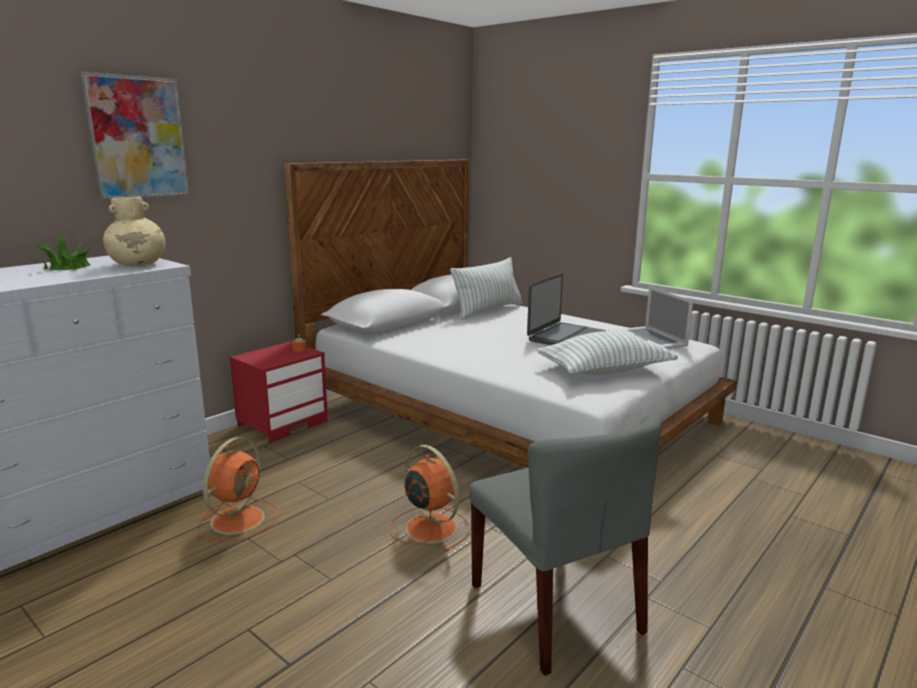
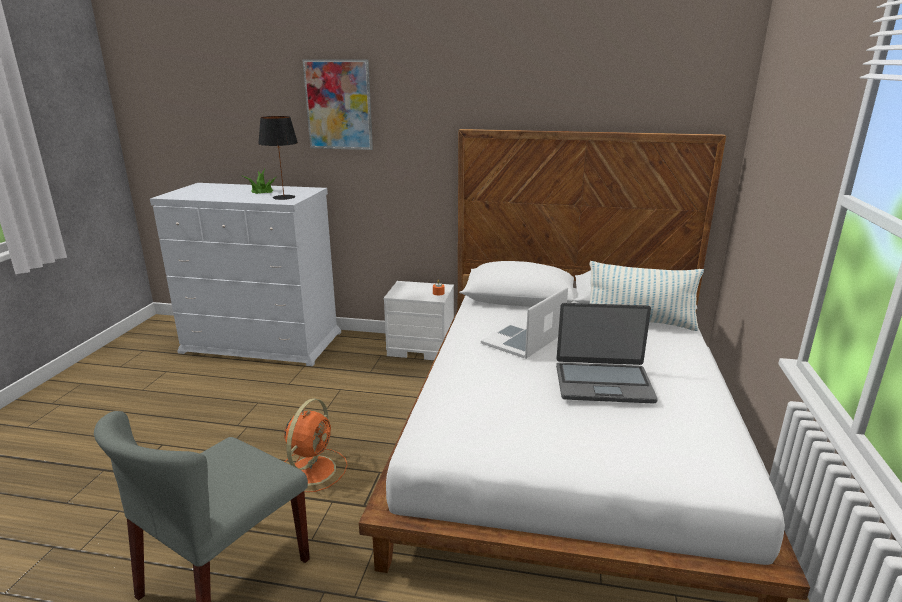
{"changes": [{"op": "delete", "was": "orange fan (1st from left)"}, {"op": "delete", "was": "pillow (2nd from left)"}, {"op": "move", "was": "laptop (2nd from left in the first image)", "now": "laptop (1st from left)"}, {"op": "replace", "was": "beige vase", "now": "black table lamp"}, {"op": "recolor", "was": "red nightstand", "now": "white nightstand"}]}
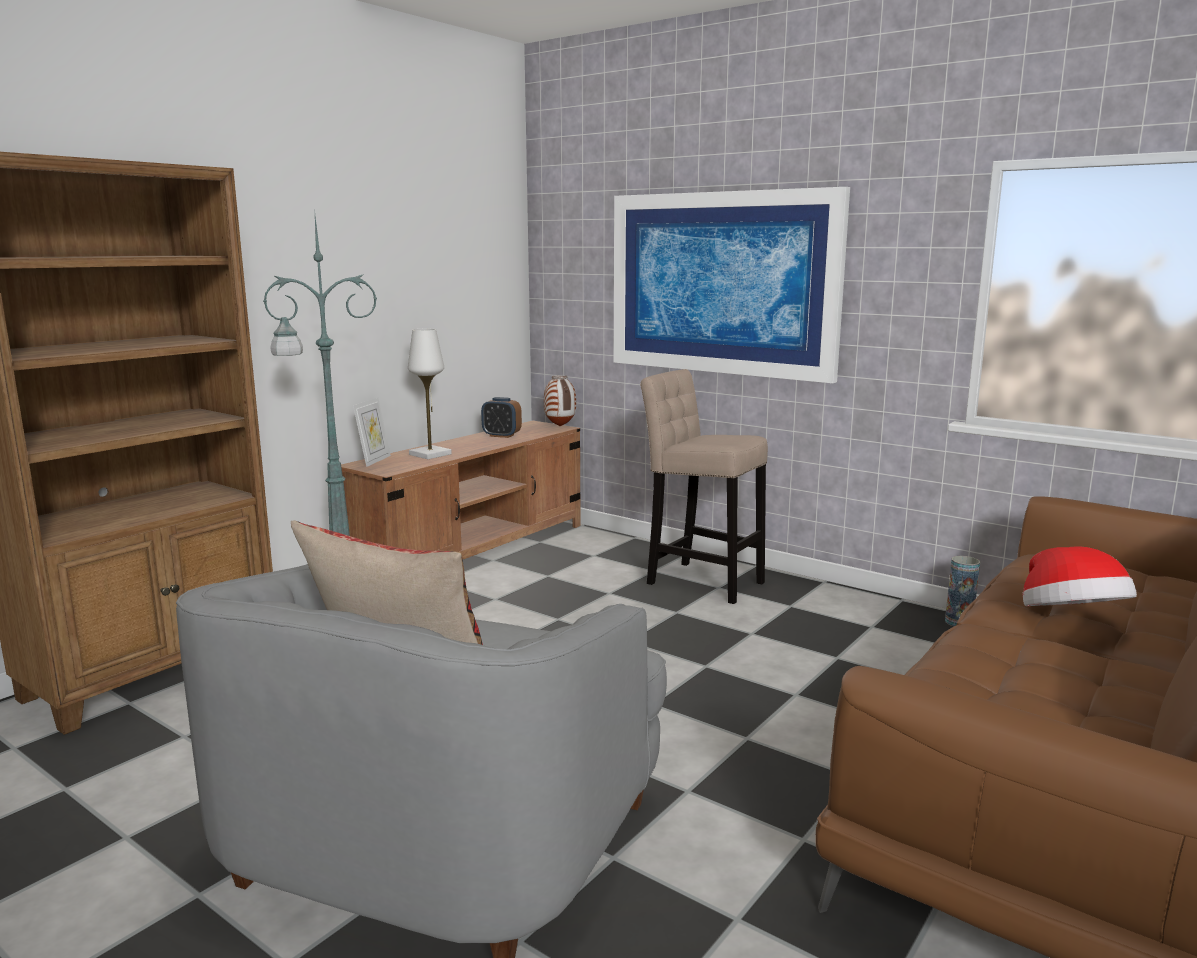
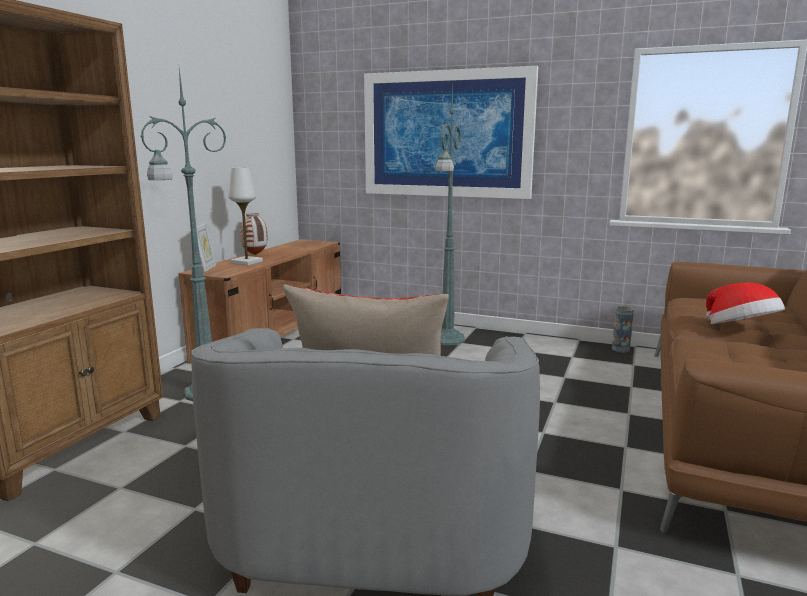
{"changes": [{"op": "delete", "was": "alarm clock"}, {"op": "move", "was": "vase (1st from left)"}, {"op": "replace", "was": "beige stool", "now": "green floor lamp (2nd from left)"}]}
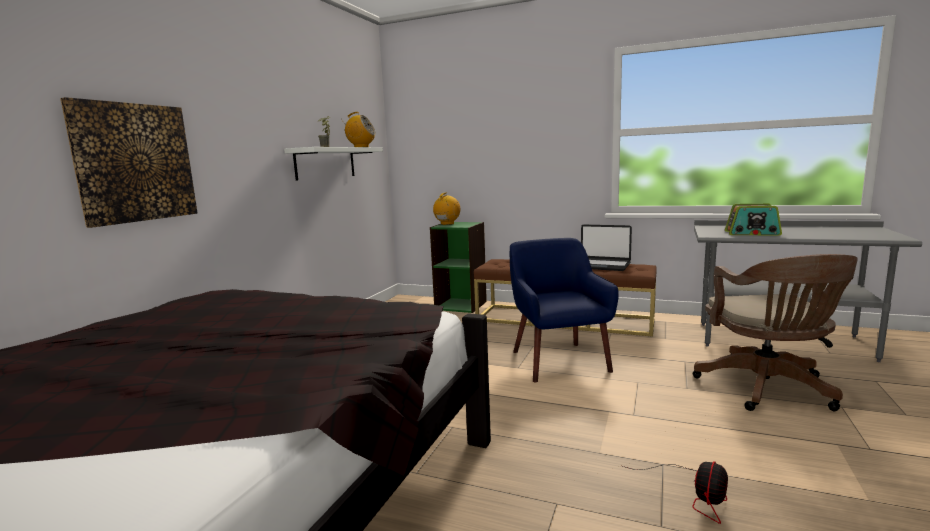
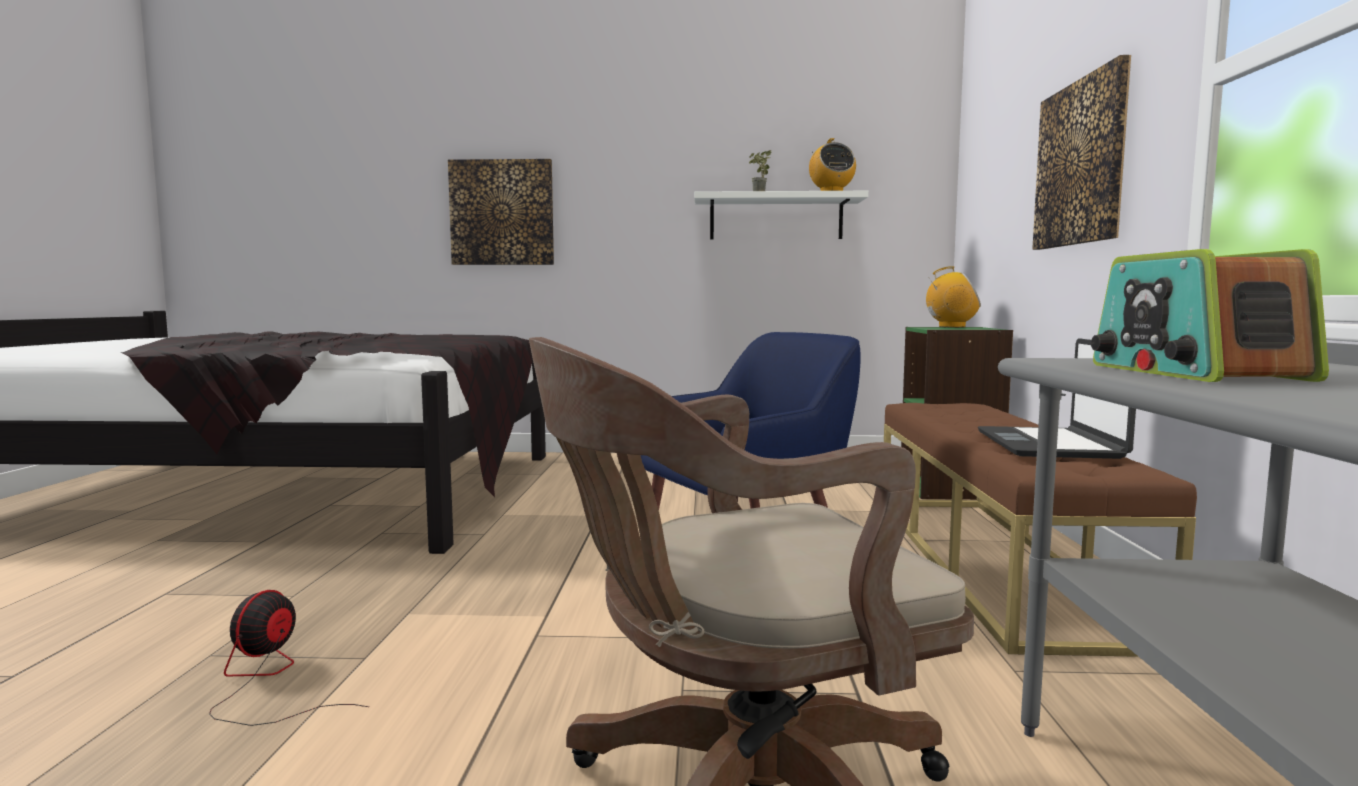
{"changes": [{"op": "insert", "now": "picture (2nd from left)"}, {"op": "rotate", "was": "fan", "clockwise": 90}]}
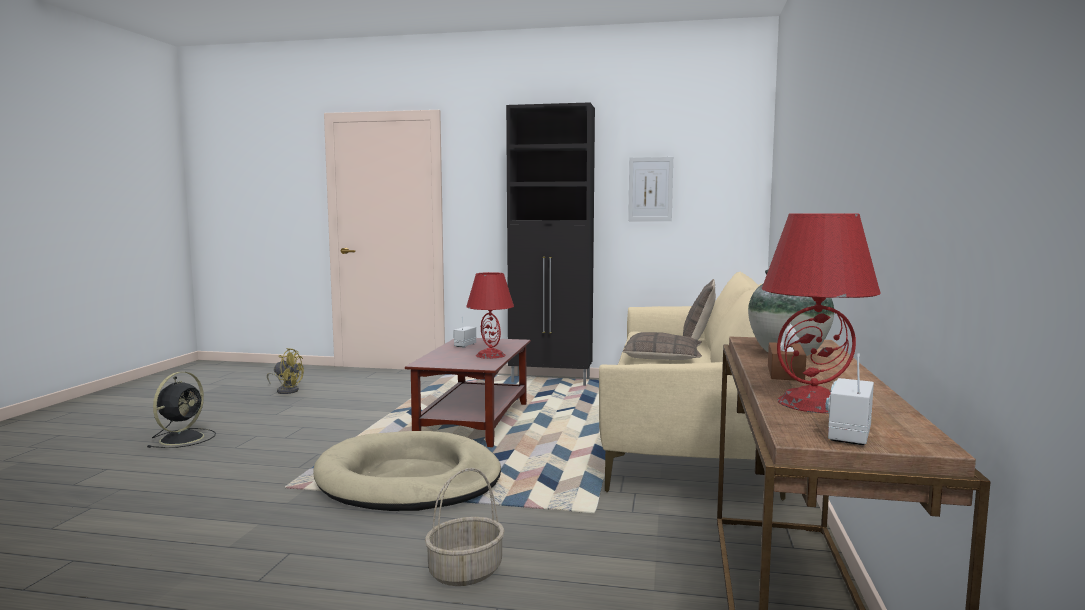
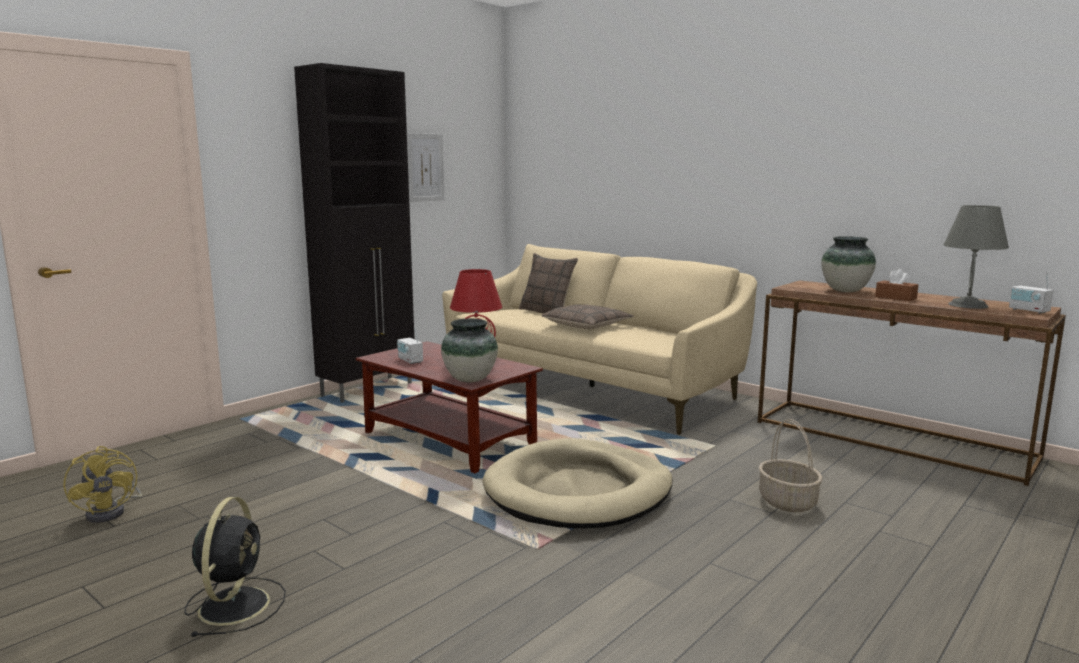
{"changes": [{"op": "insert", "now": "vase (1st from left)"}, {"op": "recolor", "was": "red table lamp (2nd from left)", "now": "grey table lamp"}, {"op": "rotate", "was": "black fan", "clockwise": 45}, {"op": "rotate", "was": "yellow fan", "clockwise": 105}]}
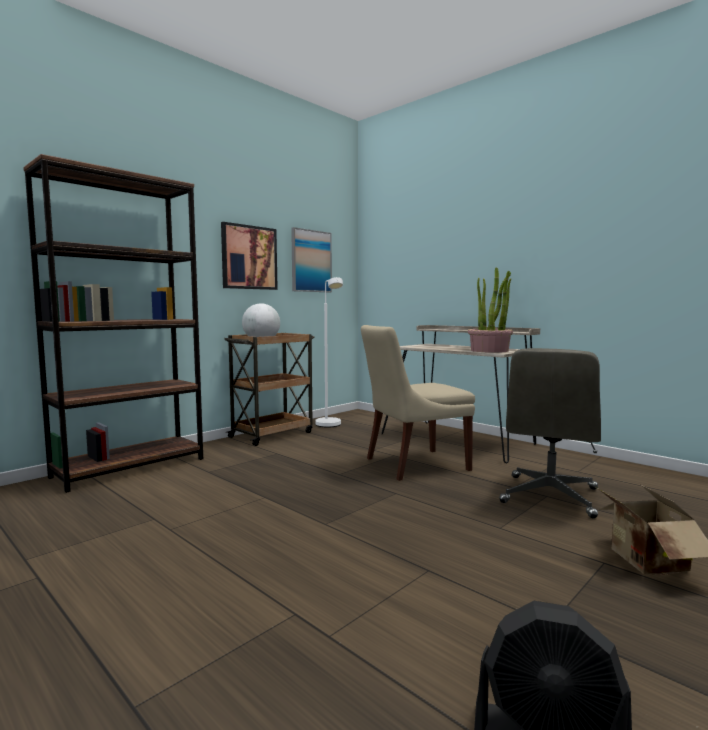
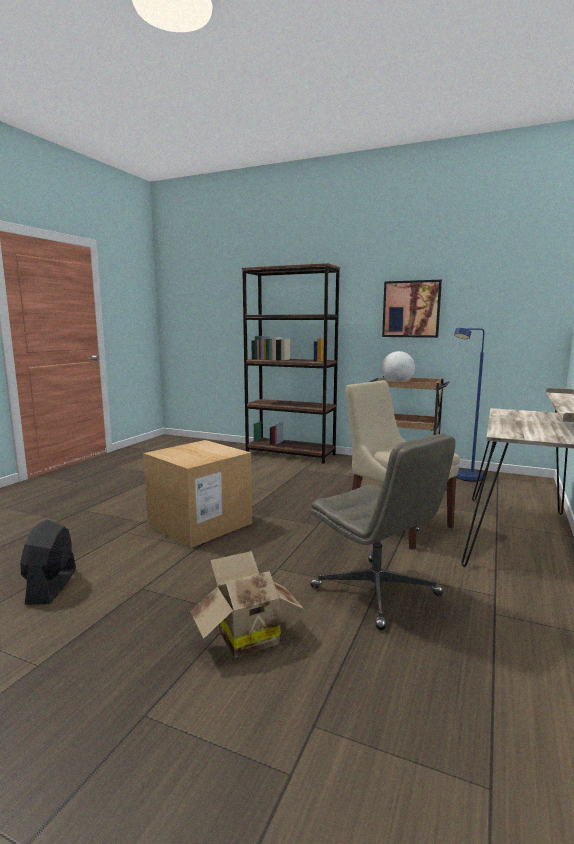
{"changes": [{"op": "delete", "was": "picture (2nd from left)"}, {"op": "delete", "was": "potted plant"}, {"op": "insert", "now": "cardboard box (1st from left)"}, {"op": "recolor", "was": "white floor lamp", "now": "blue floor lamp"}, {"op": "rotate", "was": "grey office chair", "clockwise": -135}]}
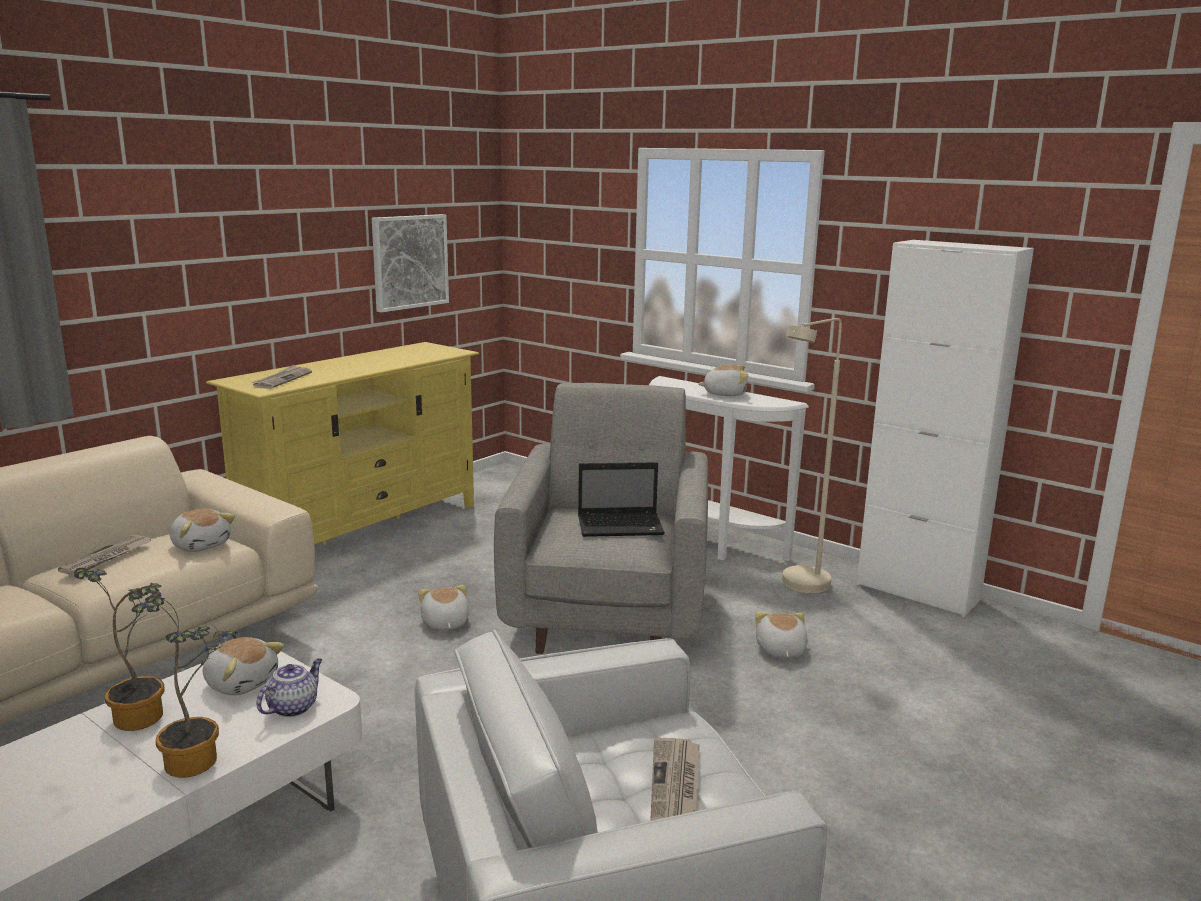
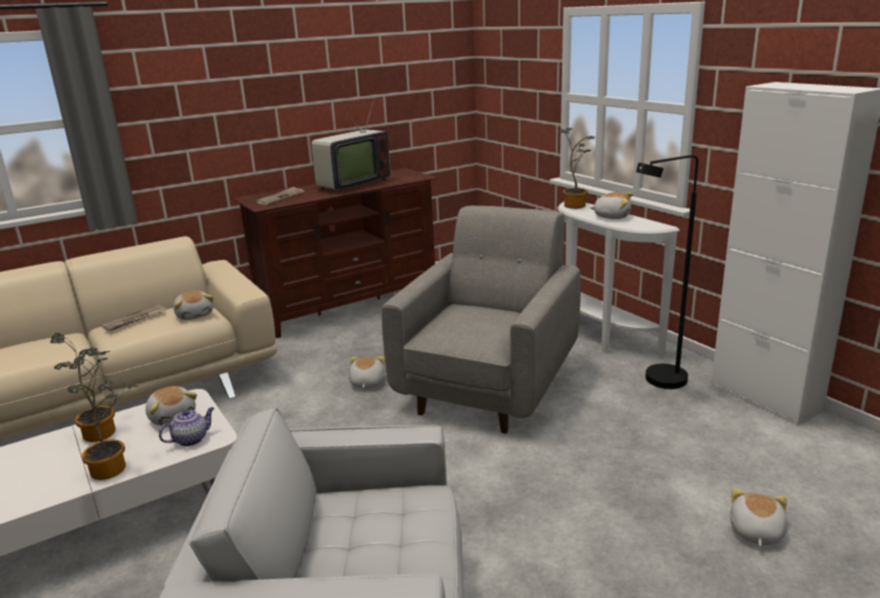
{"changes": [{"op": "delete", "was": "picture"}, {"op": "delete", "was": "laptop"}, {"op": "delete", "was": "newspaper (3rd from left)"}, {"op": "insert", "now": "television"}, {"op": "insert", "now": "potted plant (3rd from left)"}, {"op": "move", "was": "plush toy (5th from left)"}, {"op": "recolor", "was": "yellow tv stand", "now": "brown tv stand"}, {"op": "recolor", "was": "beige floor lamp", "now": "black floor lamp"}]}
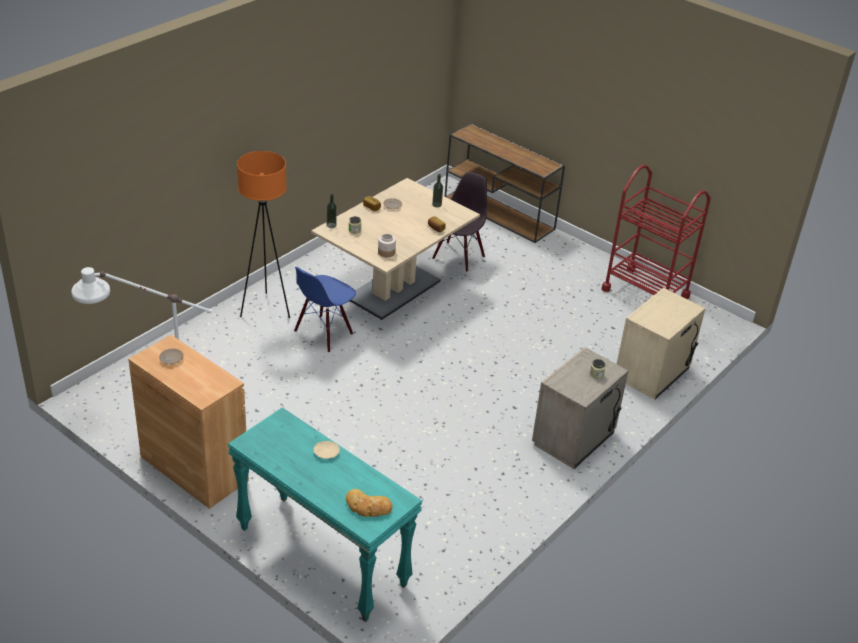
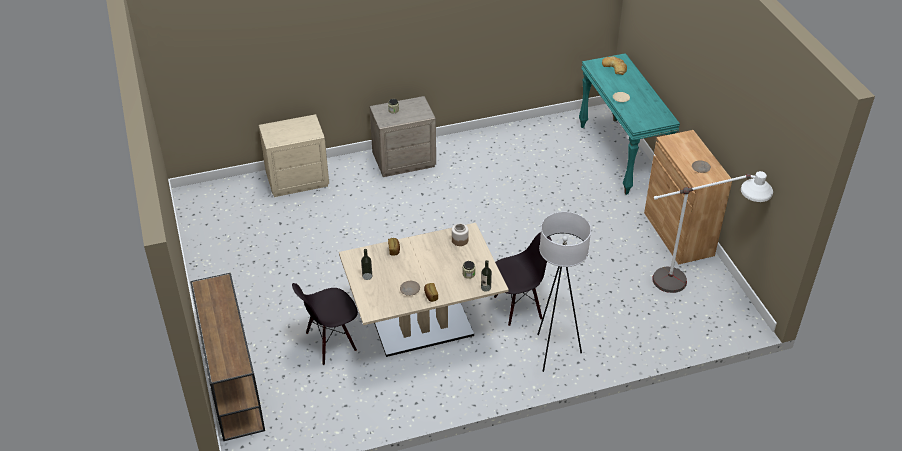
{"changes": [{"op": "delete", "was": "red cart"}, {"op": "recolor", "was": "orange floor lamp", "now": "white floor lamp (1st from left)"}, {"op": "recolor", "was": "blue chair", "now": "black chair (2nd from left)"}]}
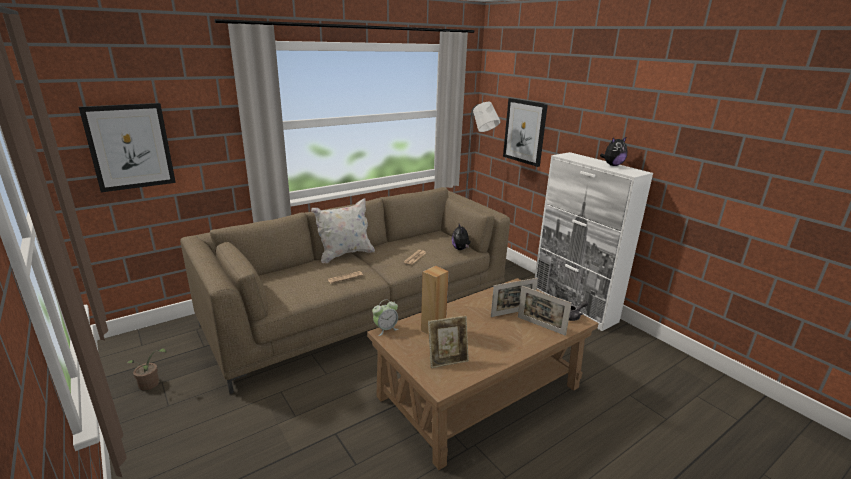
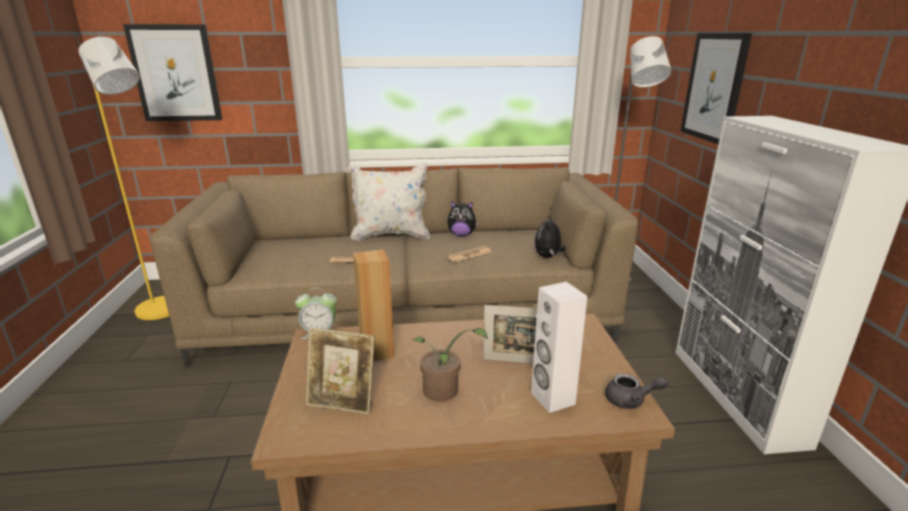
{"changes": [{"op": "insert", "now": "yellow floor lamp"}, {"op": "move", "was": "potted plant"}, {"op": "move", "was": "plush toy (2nd from left in the first image)", "now": "plush toy (1st from left)"}, {"op": "replace", "was": "picture frame (3rd from left)", "now": "white speaker"}]}
